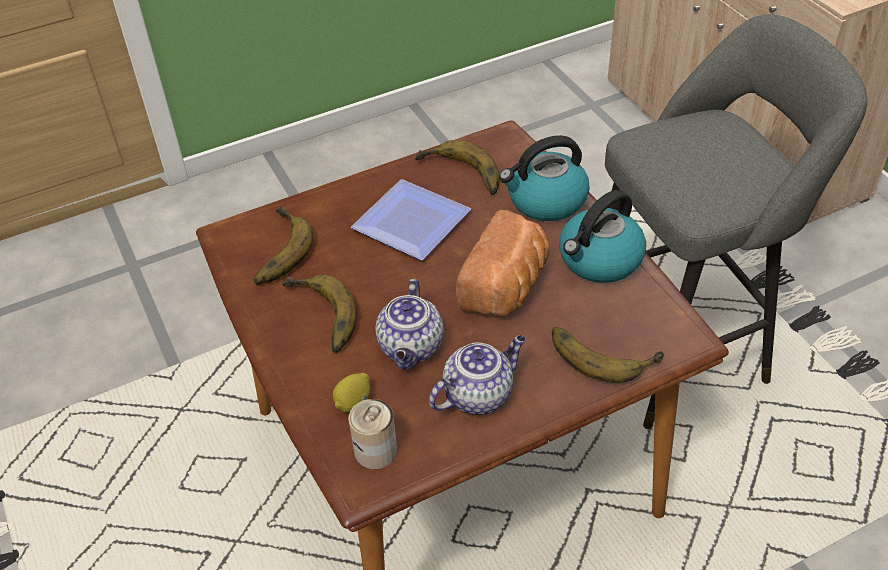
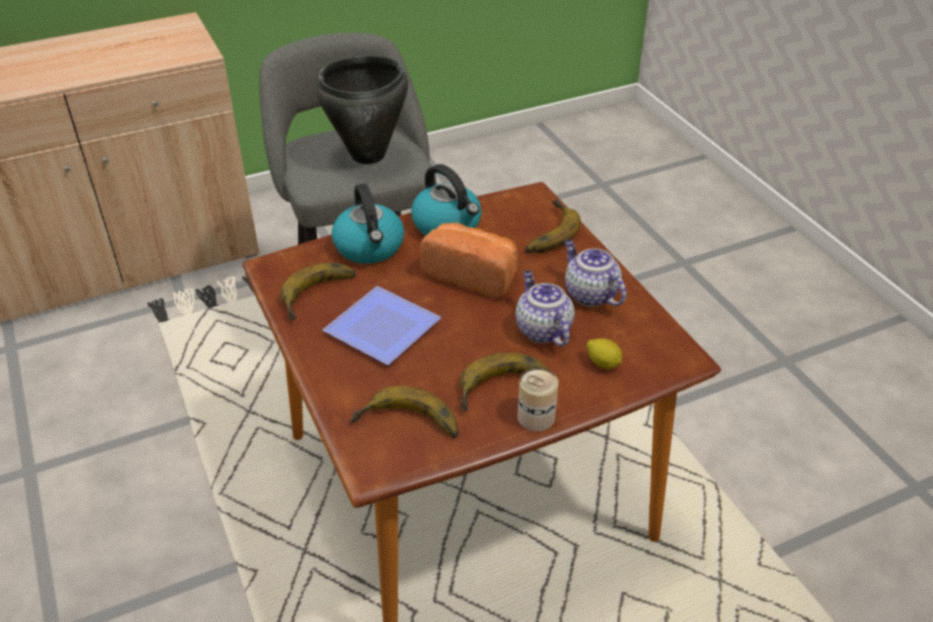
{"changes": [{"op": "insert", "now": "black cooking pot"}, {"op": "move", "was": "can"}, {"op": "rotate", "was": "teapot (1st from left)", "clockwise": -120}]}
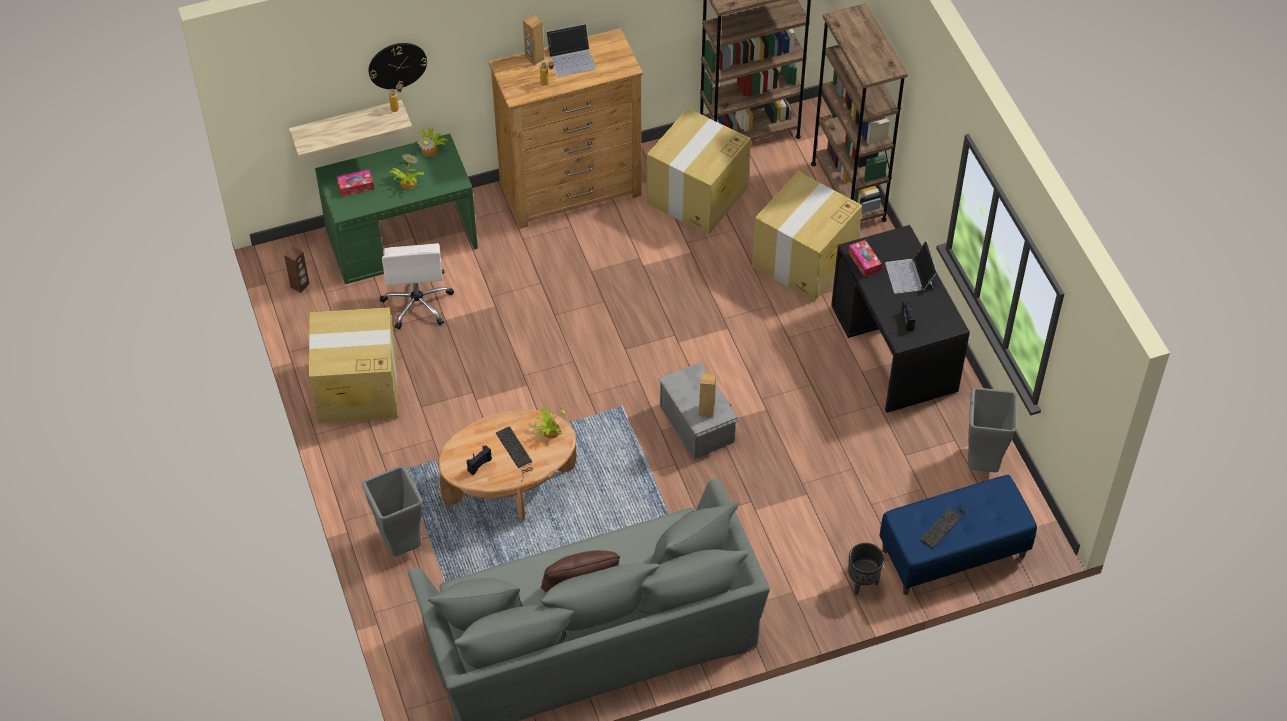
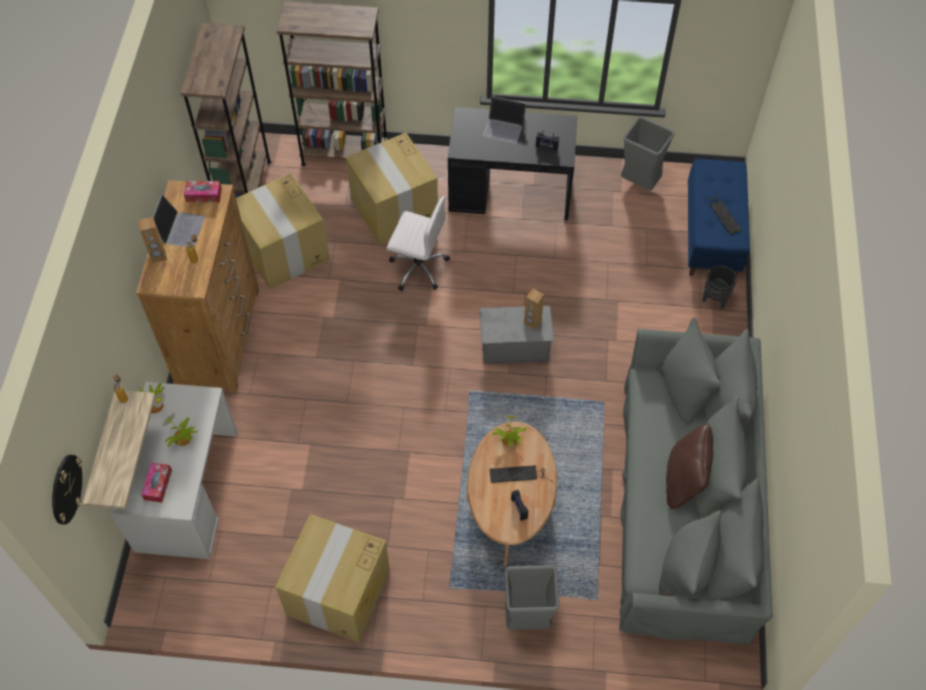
{"changes": [{"op": "delete", "was": "brown speaker (1st from left)"}, {"op": "move", "was": "wall clock"}, {"op": "move", "was": "white office chair"}, {"op": "move", "was": "tissue box (2nd from left)"}, {"op": "recolor", "was": "green desk", "now": "white desk"}]}
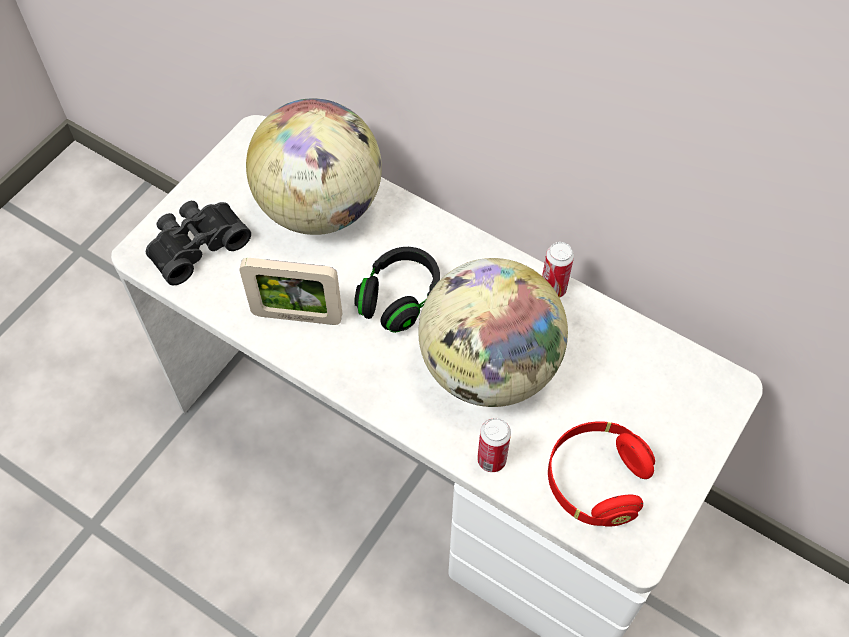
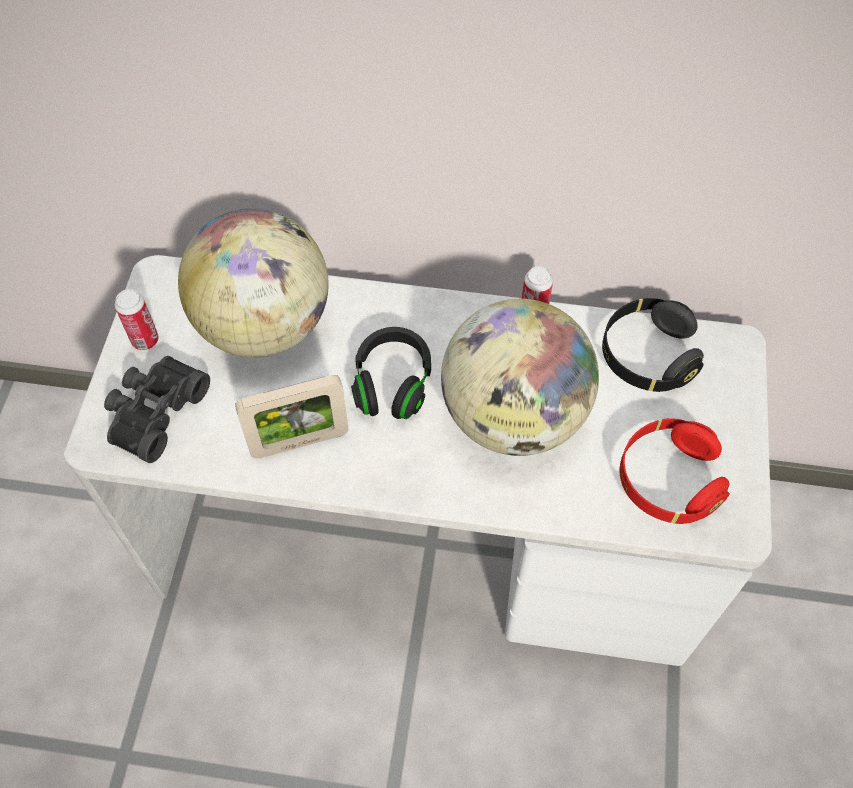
{"changes": [{"op": "insert", "now": "black headphones (2nd from left)"}, {"op": "move", "was": "can (1st from left)"}]}
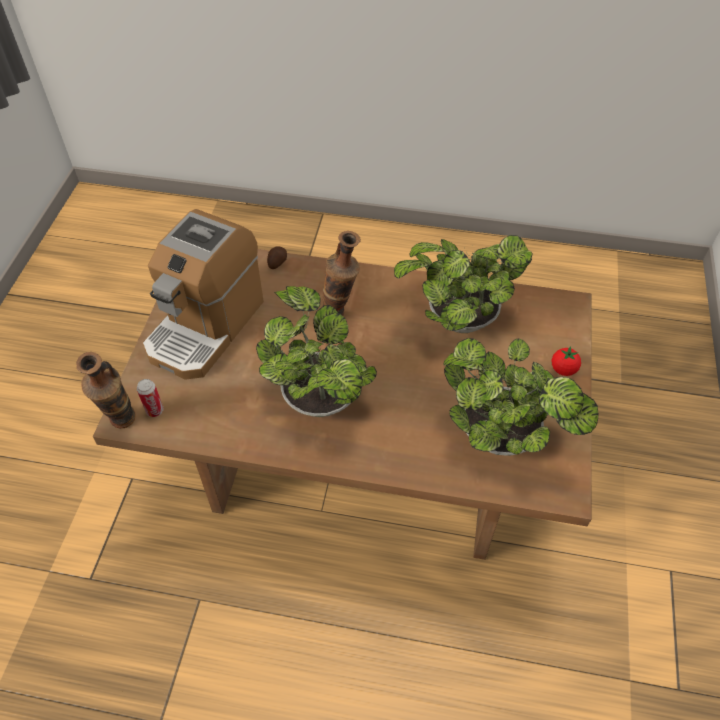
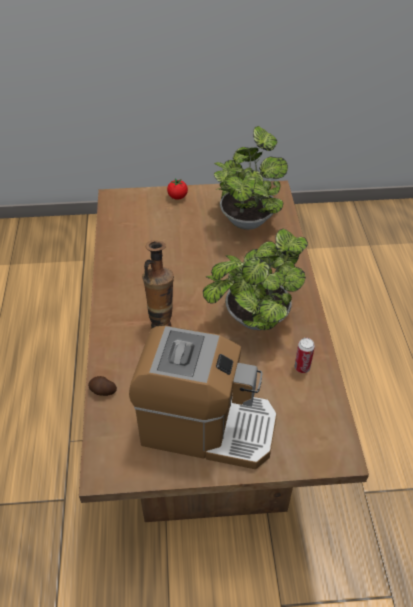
{"changes": [{"op": "delete", "was": "vase (1st from left)"}, {"op": "delete", "was": "potted plant (2nd from left)"}, {"op": "move", "was": "can"}]}
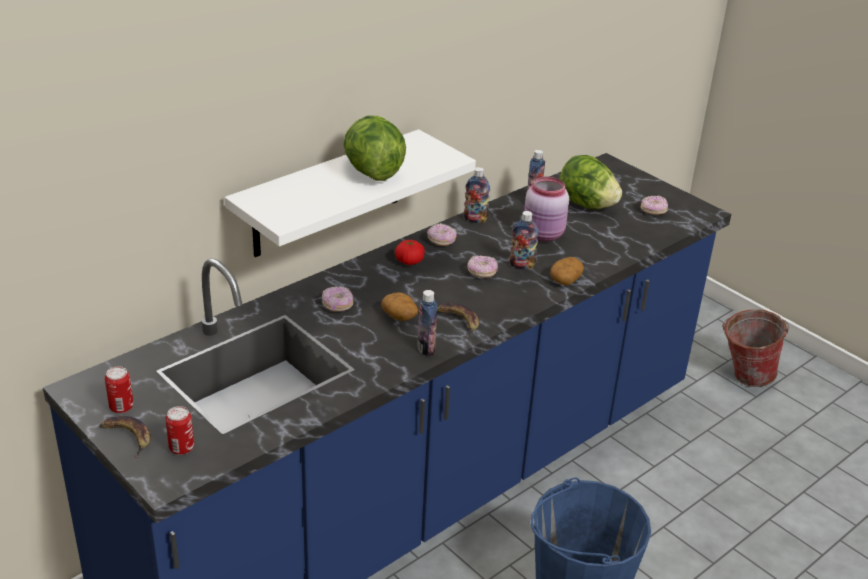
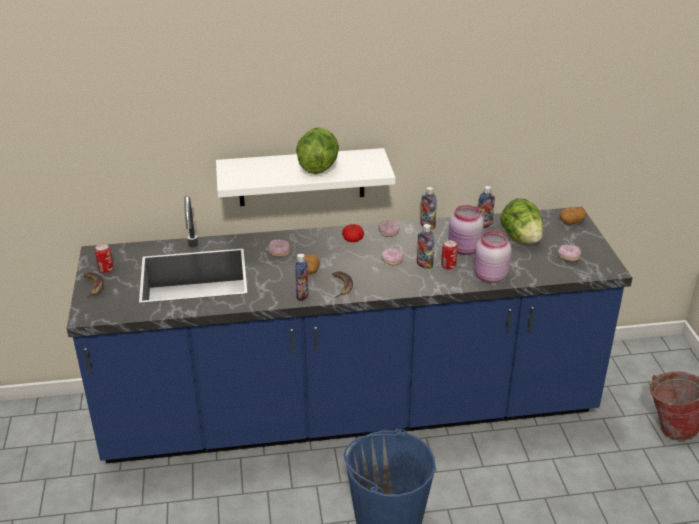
{"changes": [{"op": "insert", "now": "pink jar (2nd from left)"}, {"op": "move", "was": "can (2nd from left)"}, {"op": "move", "was": "potato (2nd from left)"}]}
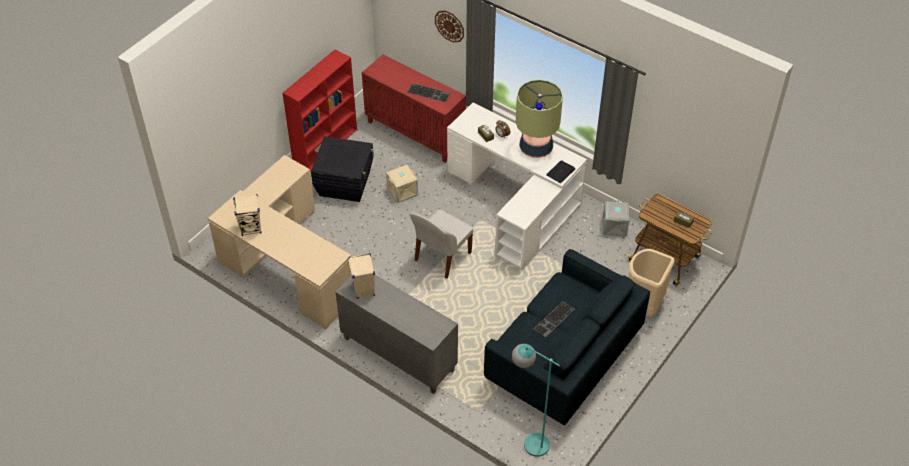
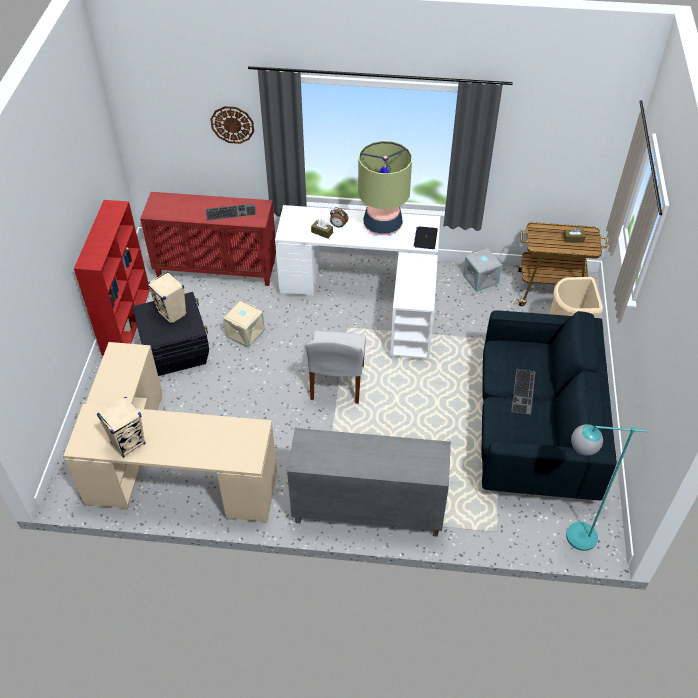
{"changes": [{"op": "move", "was": "beige speaker (2nd from left)"}]}
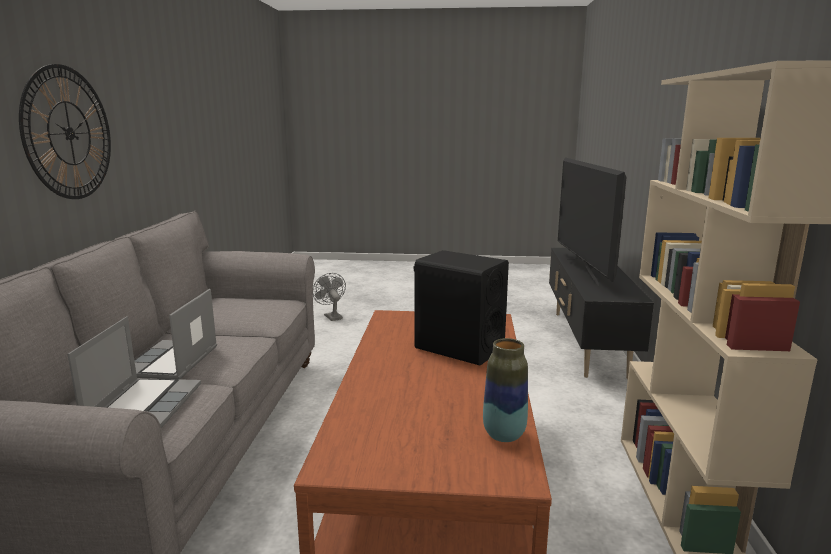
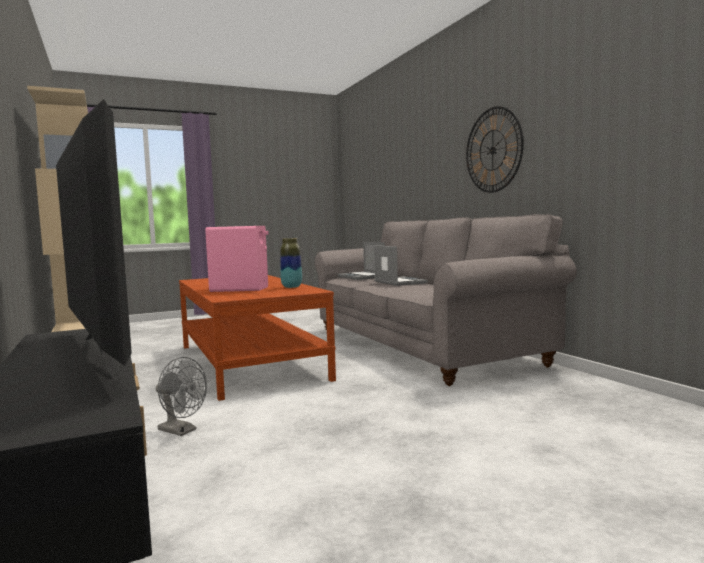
{"changes": [{"op": "move", "was": "grey fan"}, {"op": "move", "was": "vase"}, {"op": "recolor", "was": "black speaker", "now": "pink speaker"}]}
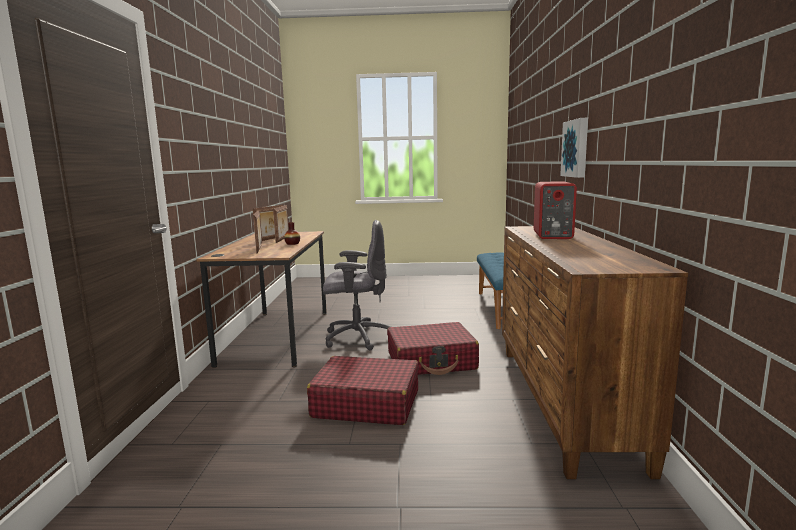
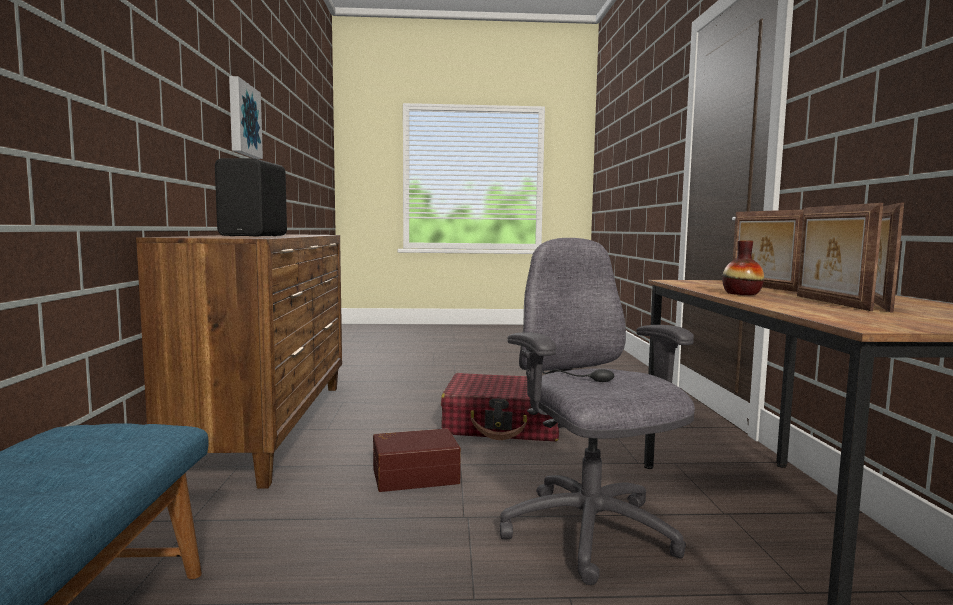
{"changes": [{"op": "move", "was": "picture"}, {"op": "replace", "was": "red suitcase (2nd from left)", "now": "brown storage box"}, {"op": "recolor", "was": "red speaker", "now": "black speaker"}, {"op": "rotate", "was": "grey office chair", "clockwise": 75}]}
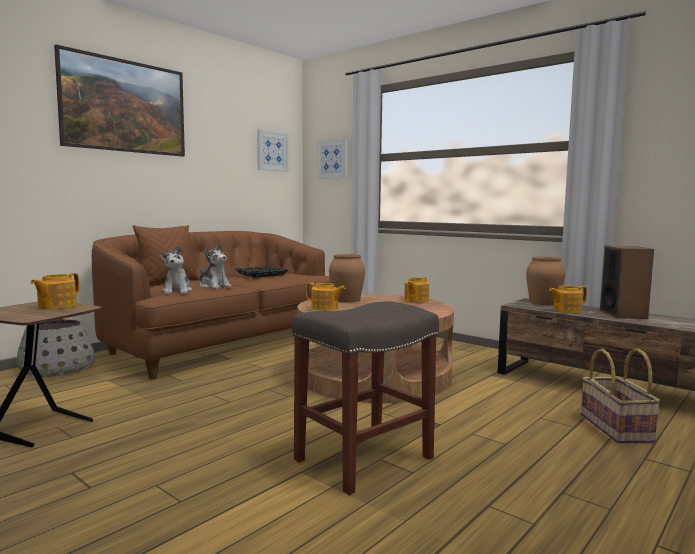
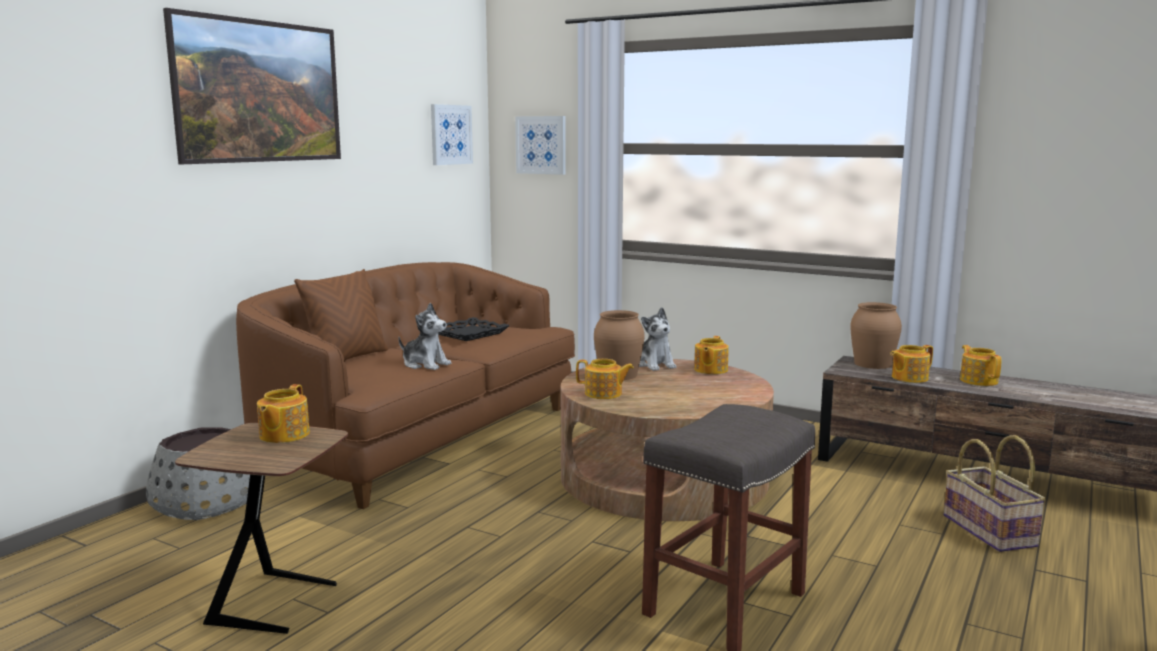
{"changes": [{"op": "move", "was": "plush toy (1st from left in the first image)", "now": "plush toy (2nd from left)"}, {"op": "replace", "was": "speaker", "now": "teapot (5th from left)"}]}
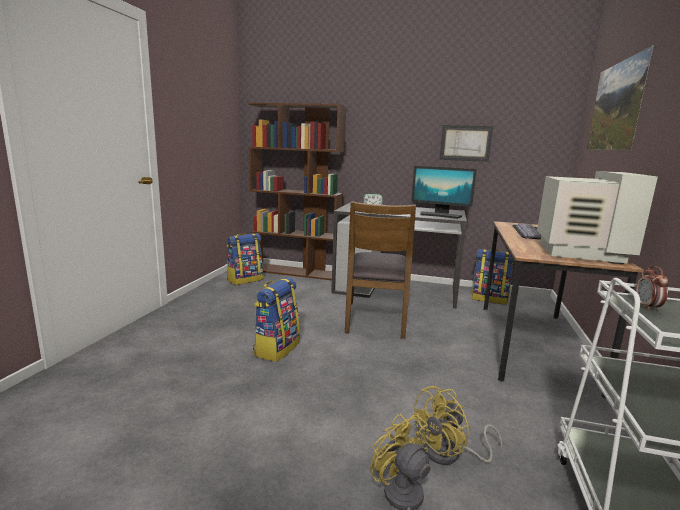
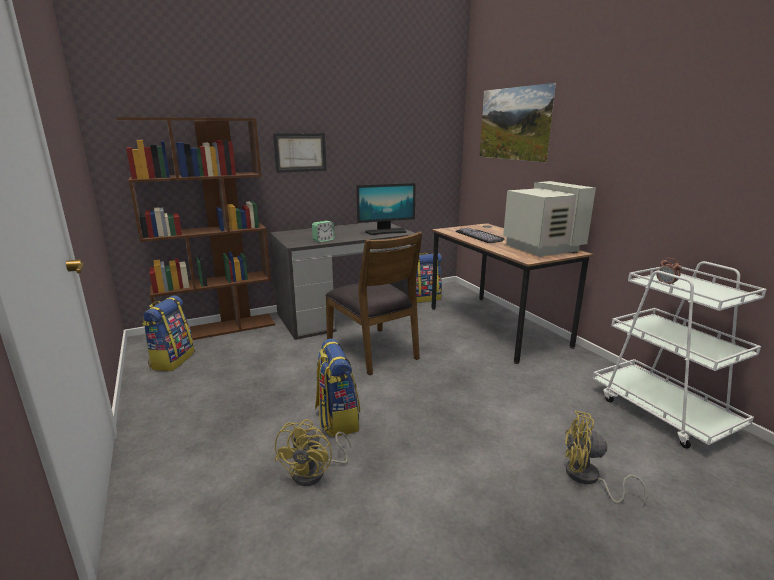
{"changes": [{"op": "move", "was": "yellow fan (2nd from left in the first image)", "now": "yellow fan (1st from left)"}, {"op": "move", "was": "picture (1st from left)"}]}
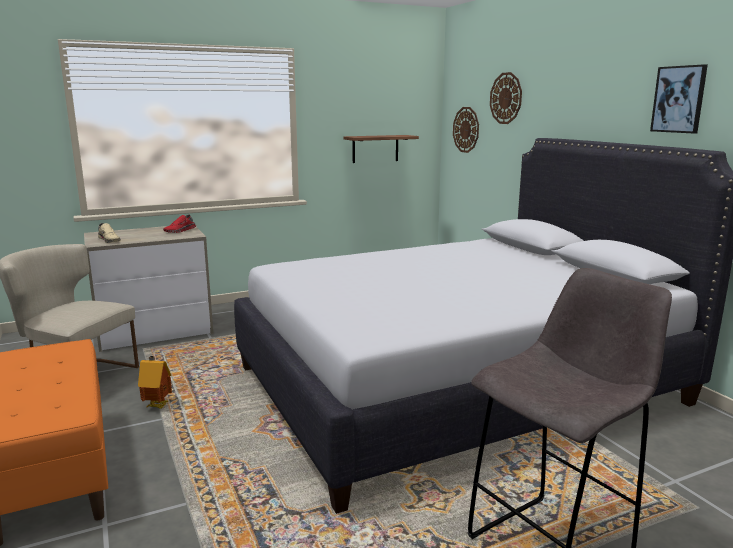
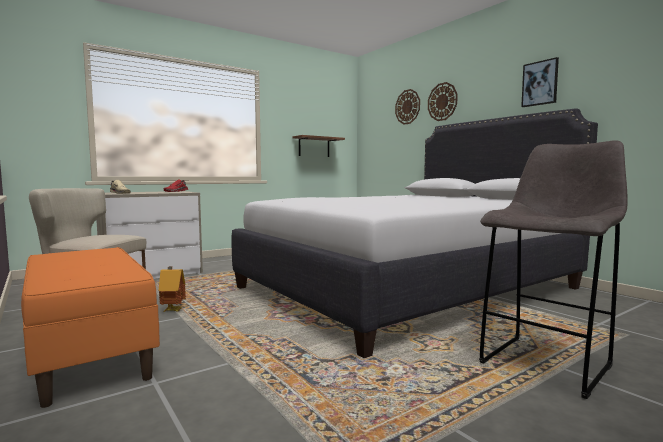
{"changes": [{"op": "move", "was": "wall clock (1st from left in the first image)", "now": "wall clock (2nd from left)"}]}
